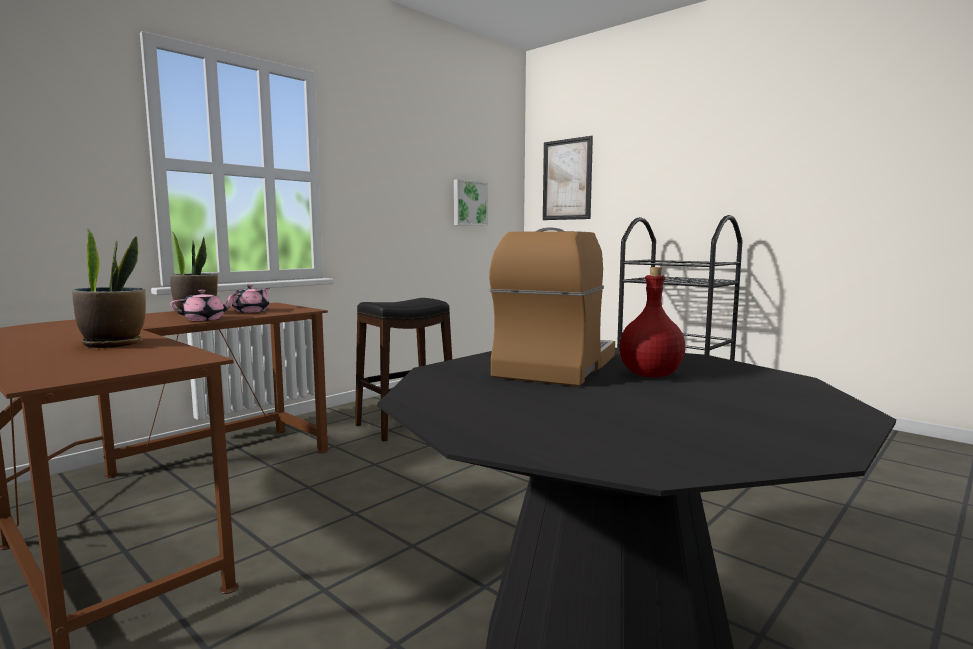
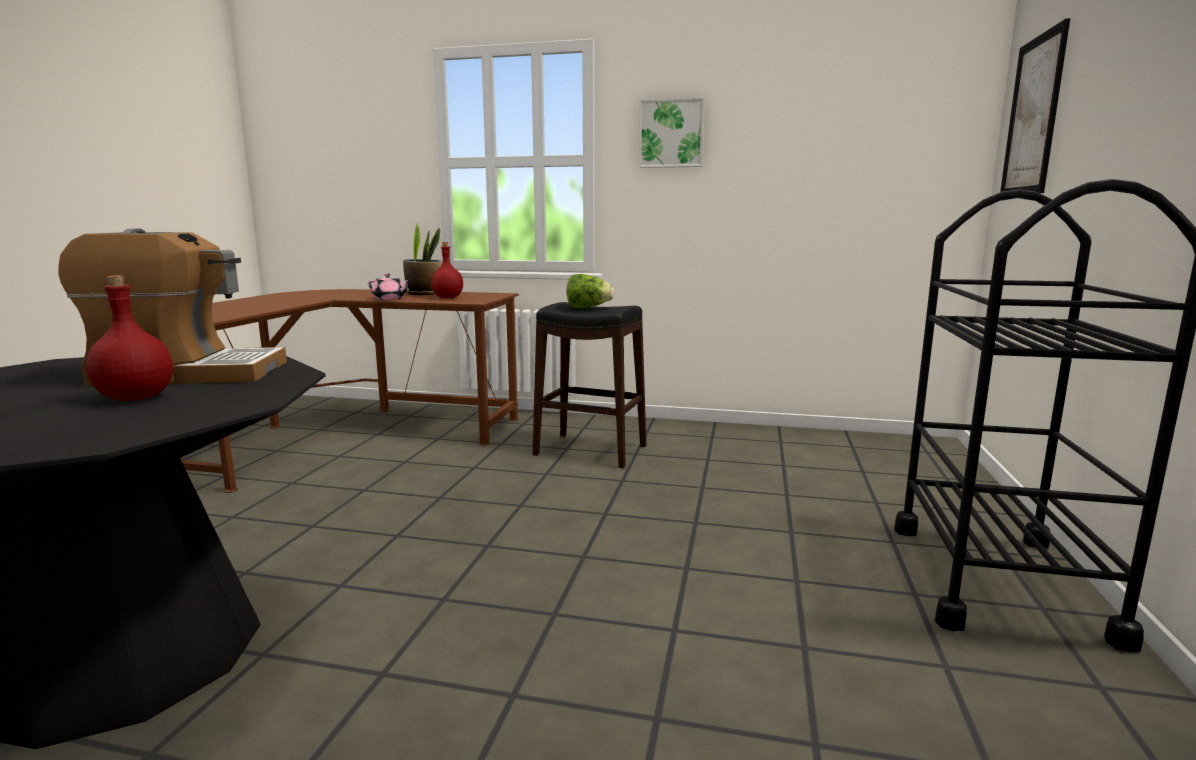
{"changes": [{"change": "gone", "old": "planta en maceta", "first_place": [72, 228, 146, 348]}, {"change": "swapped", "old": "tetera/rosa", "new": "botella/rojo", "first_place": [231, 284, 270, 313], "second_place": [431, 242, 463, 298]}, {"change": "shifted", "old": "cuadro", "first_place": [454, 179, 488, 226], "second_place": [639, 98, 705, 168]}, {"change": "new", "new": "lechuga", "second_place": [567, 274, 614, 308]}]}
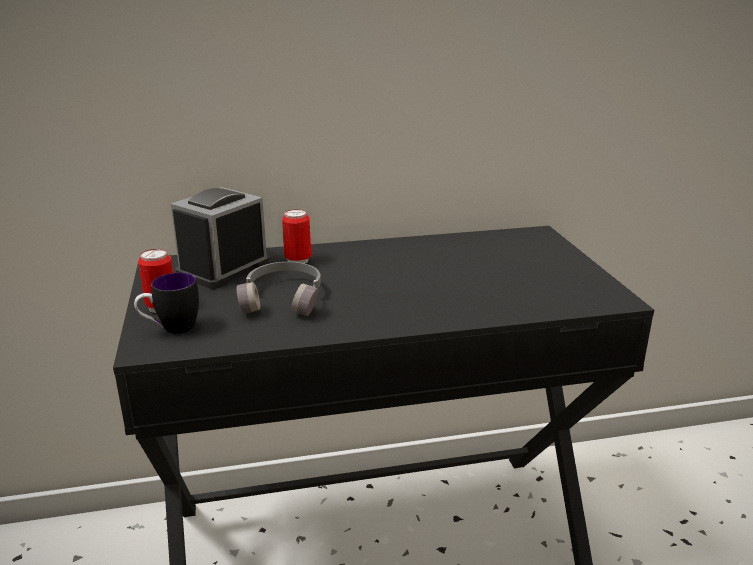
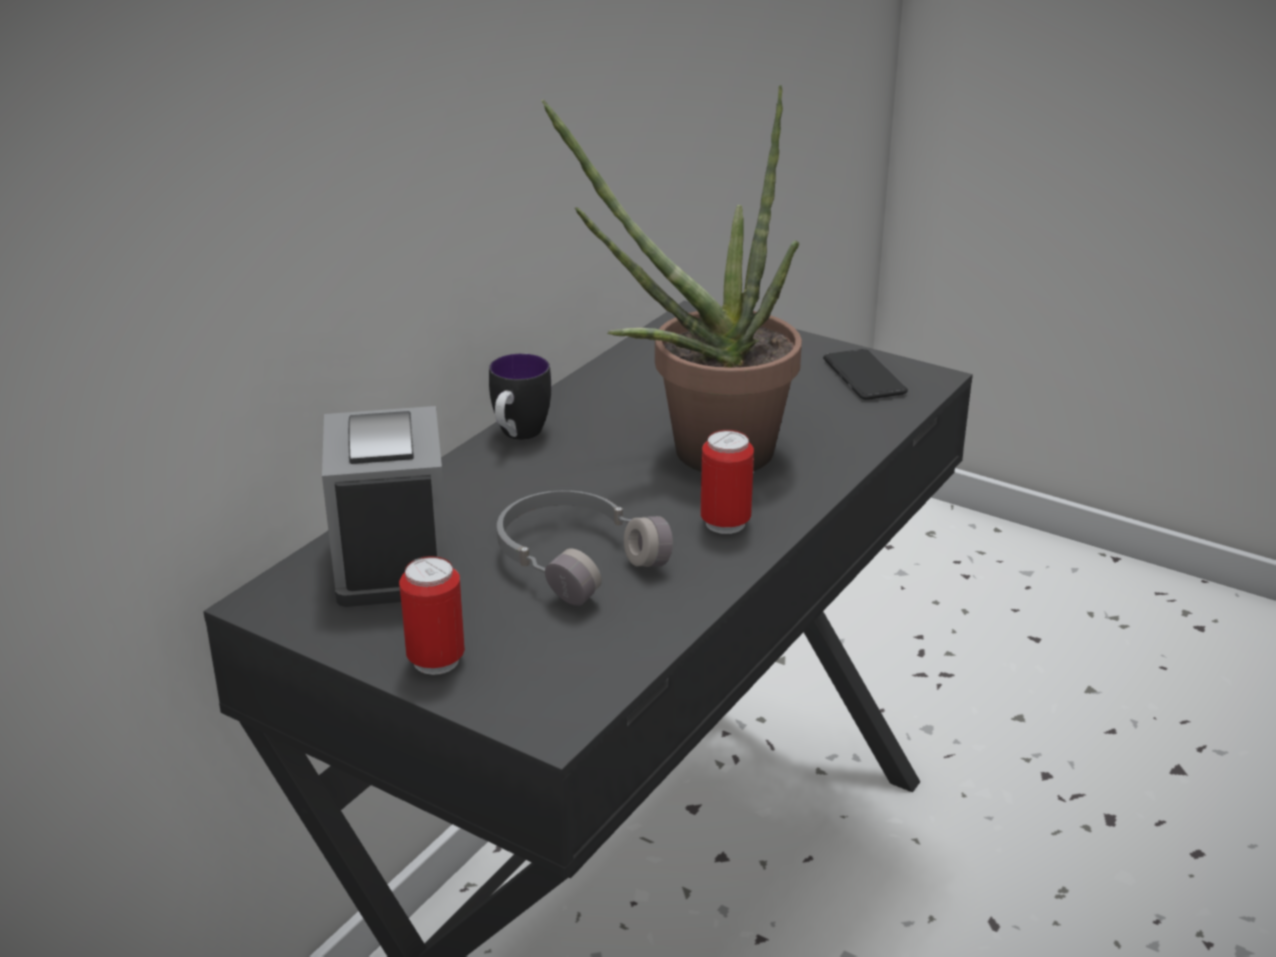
{"changes": [{"change": "shifted", "old": "taza grande", "first_place": [134, 273, 199, 334], "second_place": [489, 354, 551, 440]}, {"change": "shifted", "old": "lata", "first_place": [282, 209, 311, 263], "second_place": [700, 430, 754, 534]}, {"change": "new", "new": "planta en maceta", "second_place": [541, 85, 802, 472]}, {"change": "new", "new": "móvil", "second_place": [823, 349, 908, 400]}]}
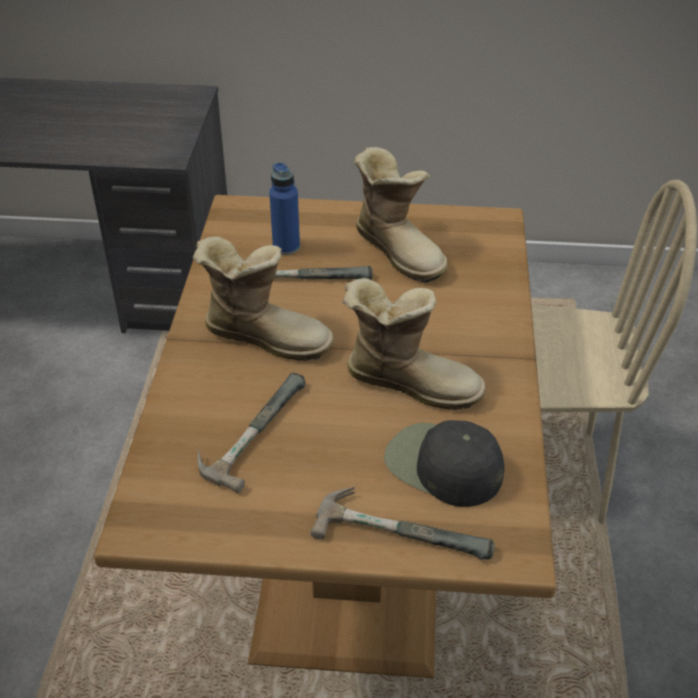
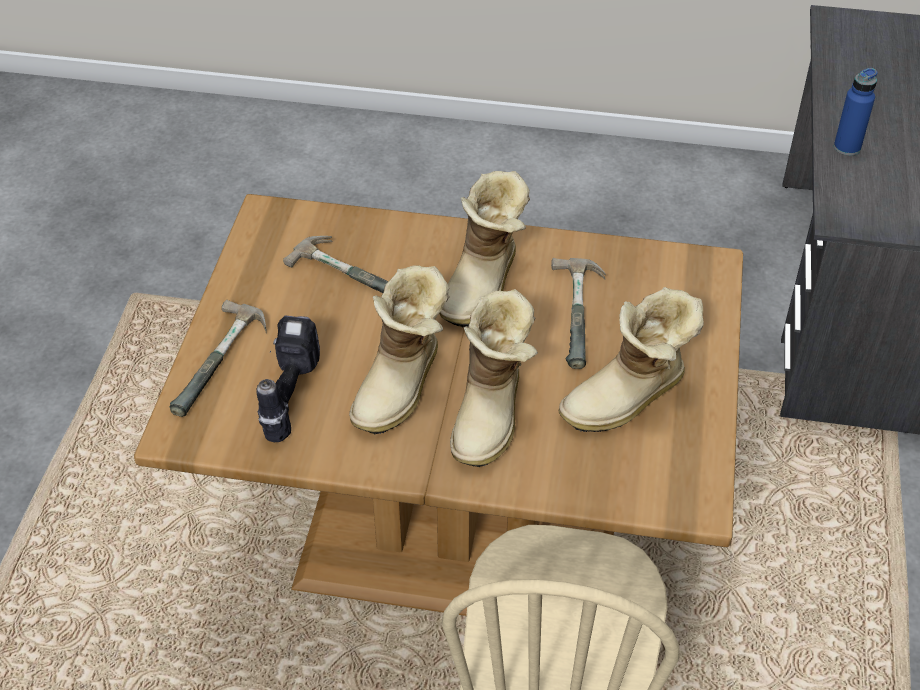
{"changes": [{"change": "shifted", "old": "botella/azul", "first_place": [269, 162, 300, 255], "second_place": [834, 68, 878, 156]}, {"change": "swapped", "old": "gorra/negro", "new": "taladro", "first_place": [384, 420, 505, 507], "second_place": [256, 315, 320, 442]}, {"change": "new", "new": "bota", "second_place": [450, 289, 538, 467]}]}
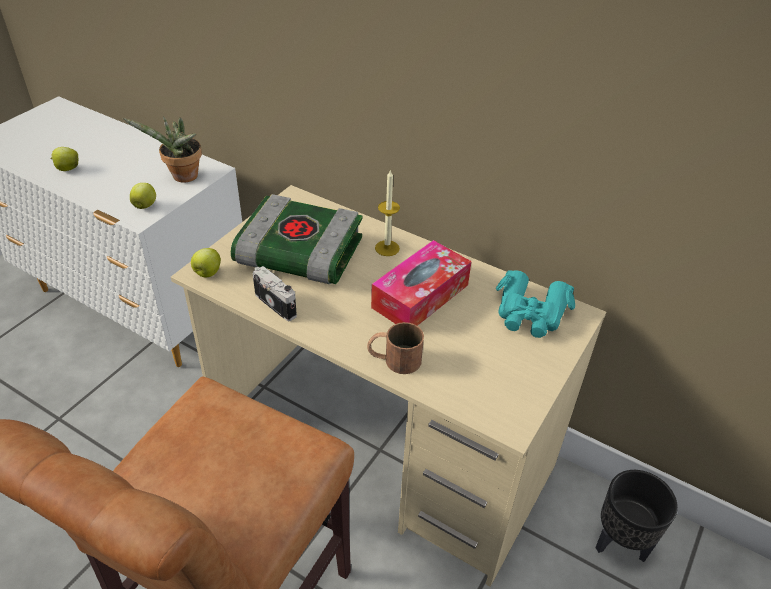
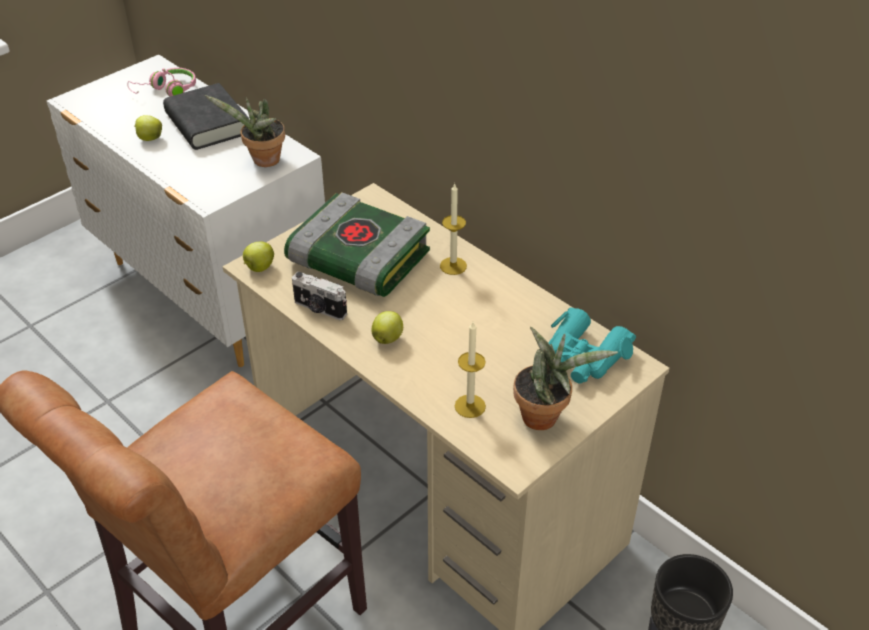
{"changes": [{"change": "shifted", "old": "manzana", "first_place": [130, 183, 156, 209], "second_place": [371, 311, 403, 344]}, {"change": "rotated", "old": "cámara", "first_place": [253, 266, 297, 321], "second_place": [292, 272, 347, 320], "degrees": 150}, {"change": "gone", "old": "taza grande/marrón", "first_place": [367, 322, 424, 374]}, {"change": "gone", "old": "caja de pañuelos", "first_place": [371, 240, 472, 326]}, {"change": "new", "new": "auriculares/rosa", "second_place": [127, 68, 196, 96]}, {"change": "new", "new": "libro/negro", "second_place": [163, 83, 249, 150]}, {"change": "new", "new": "vela", "second_place": [455, 322, 486, 418]}, {"change": "new", "new": "planta en maceta", "second_place": [513, 326, 618, 430]}]}
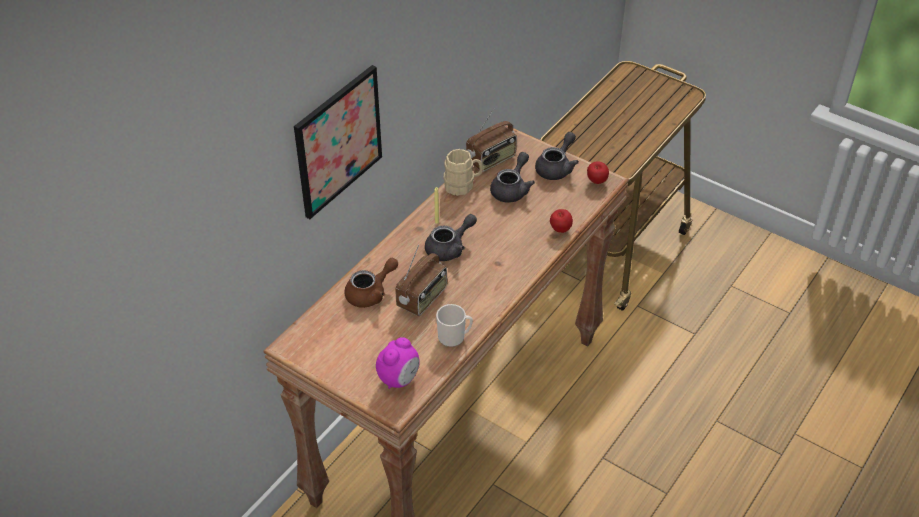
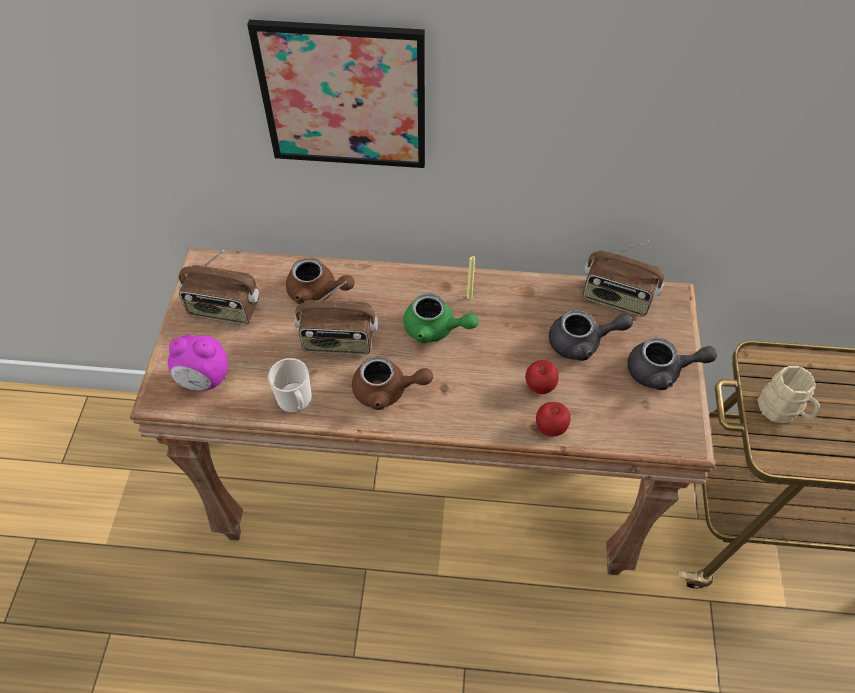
{"changes": [{"change": "repainted", "old": "tetera/gris", "new": "tetera/verde", "first_place": [425, 214, 477, 261], "second_place": [404, 294, 479, 343]}, {"change": "shifted", "old": "taza grande/beis", "first_place": [443, 149, 483, 196], "second_place": [757, 366, 820, 423]}, {"change": "shifted", "old": "manzana", "first_place": [587, 161, 609, 184], "second_place": [525, 360, 559, 394]}, {"change": "new", "new": "radio", "second_place": [178, 250, 259, 325]}, {"change": "new", "new": "tetera/marrón", "second_place": [352, 356, 433, 410]}]}
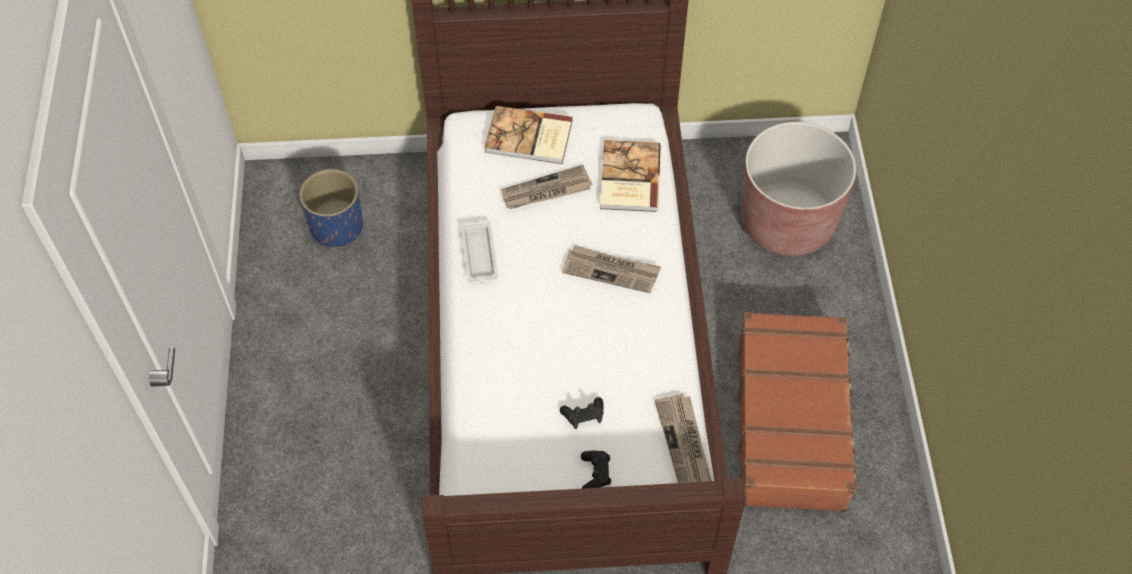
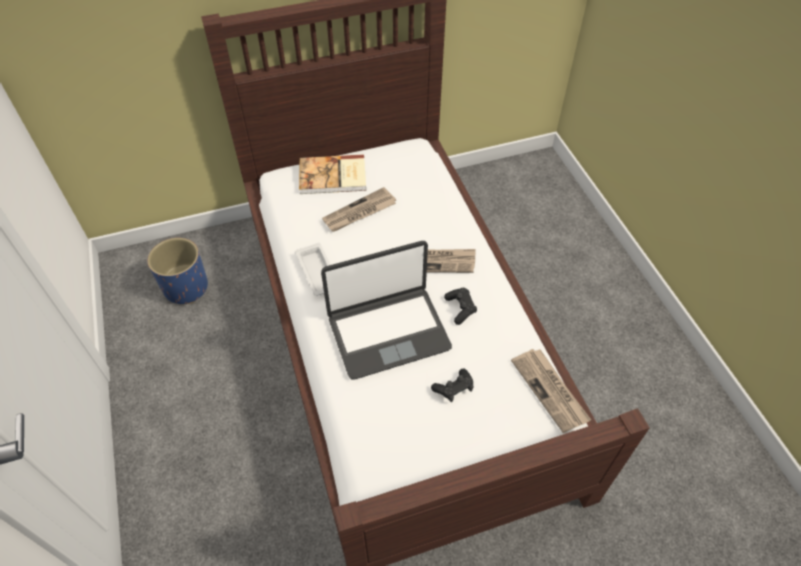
{"changes": [{"change": "shifted", "old": "mando de consola/negro", "first_place": [581, 450, 611, 489], "second_place": [444, 288, 477, 325]}, {"change": "gone", "old": "libro", "first_place": [600, 140, 661, 212]}, {"change": "gone", "old": "maleta/marrón", "first_place": [738, 312, 857, 512]}, {"change": "gone", "old": "maceta/marrón", "first_place": [741, 122, 856, 256]}, {"change": "new", "new": "portátil", "second_place": [321, 241, 452, 380]}]}
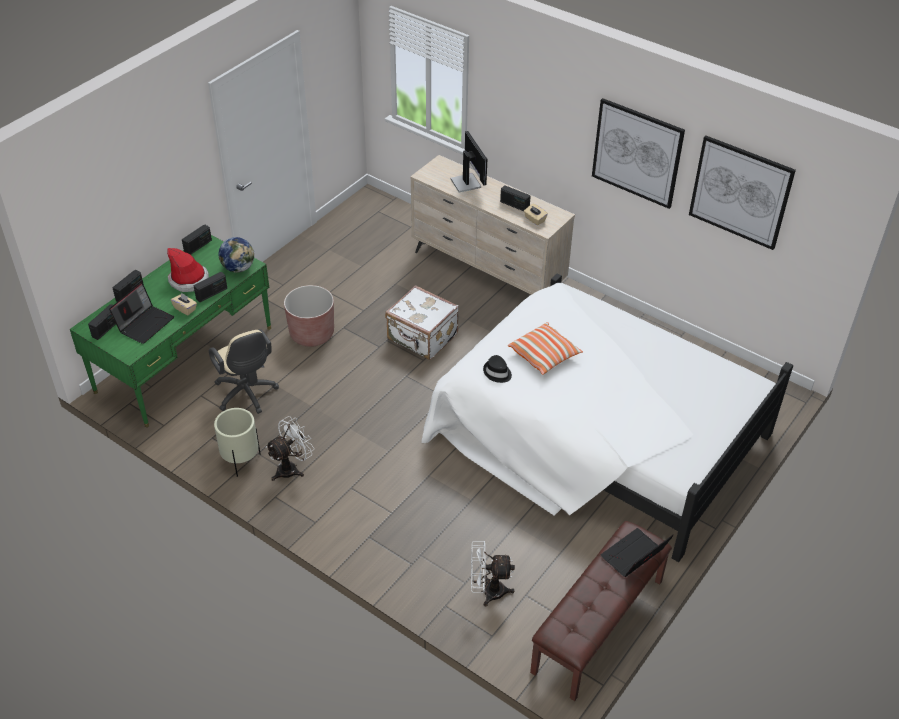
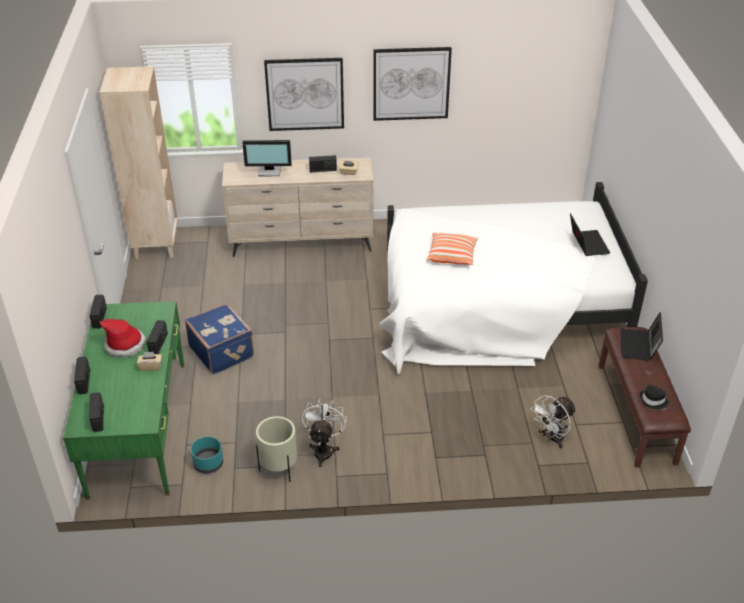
{"changes": [{"change": "shifted", "old": "portátil", "first_place": [109, 283, 174, 344], "second_place": [570, 213, 610, 256]}, {"change": "gone", "old": "silla de oficina/beis", "first_place": [209, 329, 279, 414]}, {"change": "gone", "old": "globo terráqueo", "first_place": [218, 237, 254, 273]}, {"change": "swapped", "old": "maceta/marrón", "new": "maleta/azul", "first_place": [284, 285, 334, 347], "second_place": [185, 303, 254, 375]}, {"change": "gone", "old": "maleta/blanco", "first_place": [385, 285, 459, 360]}, {"change": "rotated", "old": "monitor", "first_place": [450, 131, 487, 192], "second_place": [242, 140, 292, 177], "degrees": 150}, {"change": "shifted", "old": "sombrero/negro", "first_place": [483, 355, 512, 383], "second_place": [640, 385, 669, 409]}, {"change": "shifted", "old": "cuadro", "first_place": [689, 135, 796, 250], "second_place": [264, 58, 344, 131]}, {"change": "new", "new": "estantería/beis", "second_place": [99, 66, 178, 259]}, {"change": "new", "new": "maceta/turquesa", "second_place": [191, 437, 223, 474]}]}
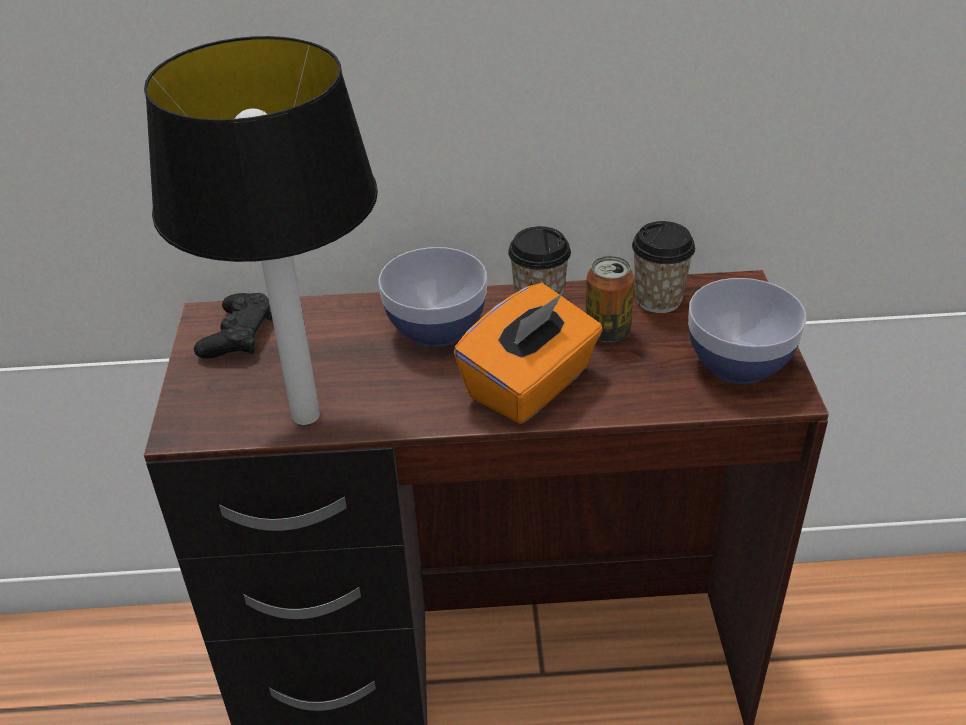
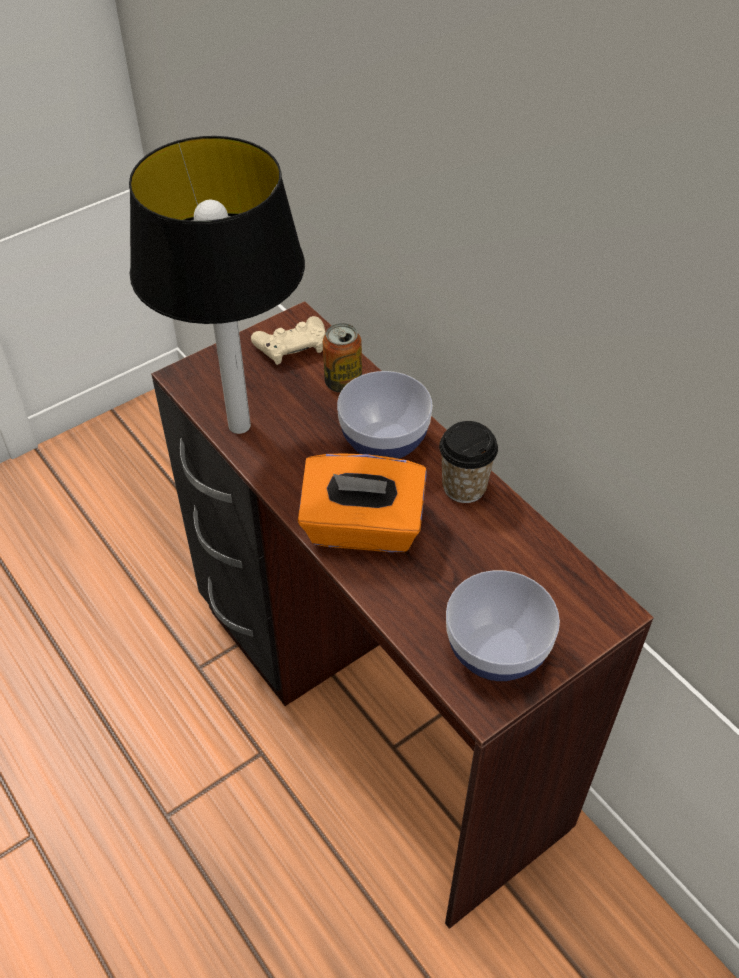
{"changes": [{"change": "repainted", "old": "mando de consola/negro", "new": "mando de consola/beis", "first_place": [194, 293, 273, 358], "second_place": [251, 316, 326, 365]}, {"change": "shifted", "old": "lata", "first_place": [586, 256, 634, 342], "second_place": [323, 323, 362, 393]}, {"change": "gone", "old": "taza", "first_place": [632, 221, 695, 313]}]}
